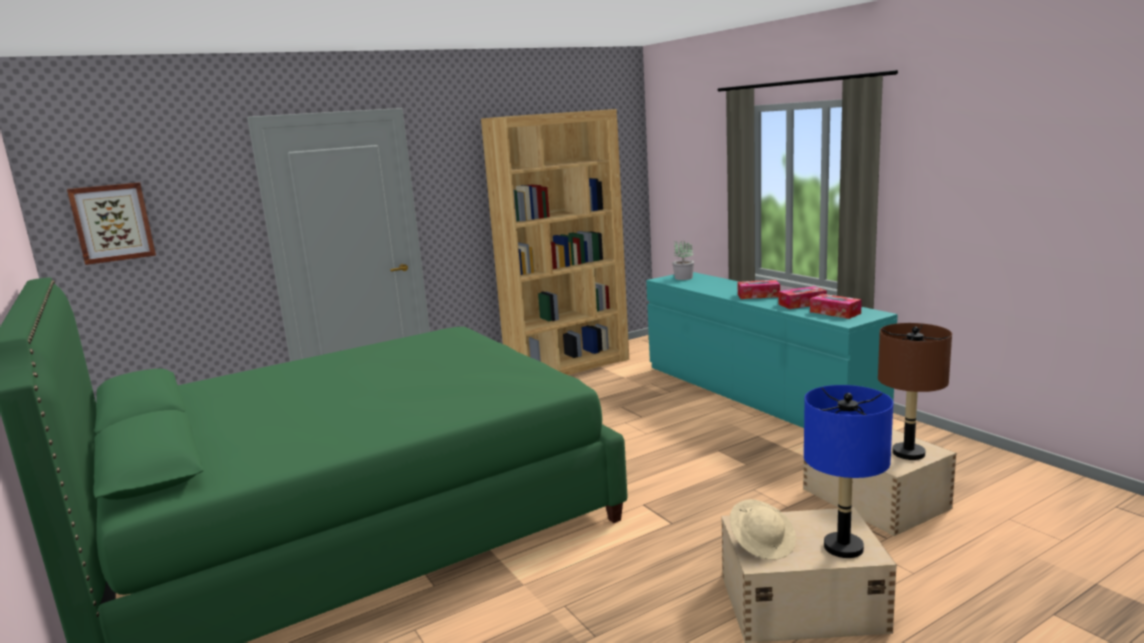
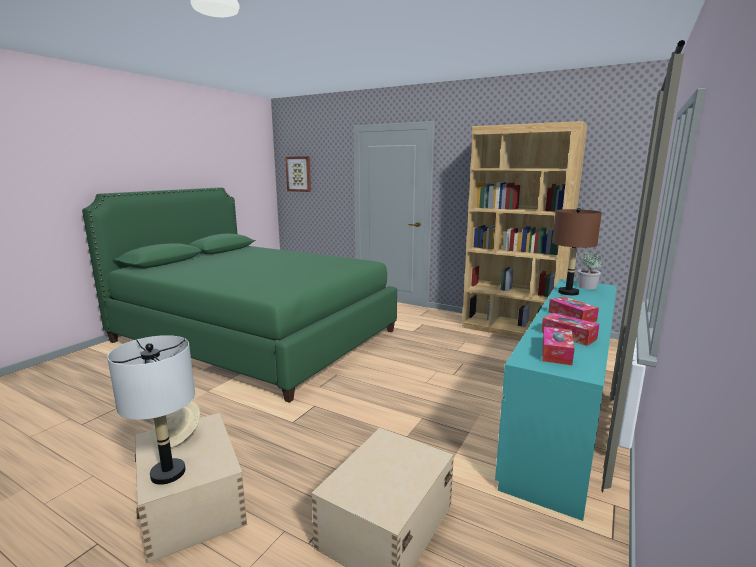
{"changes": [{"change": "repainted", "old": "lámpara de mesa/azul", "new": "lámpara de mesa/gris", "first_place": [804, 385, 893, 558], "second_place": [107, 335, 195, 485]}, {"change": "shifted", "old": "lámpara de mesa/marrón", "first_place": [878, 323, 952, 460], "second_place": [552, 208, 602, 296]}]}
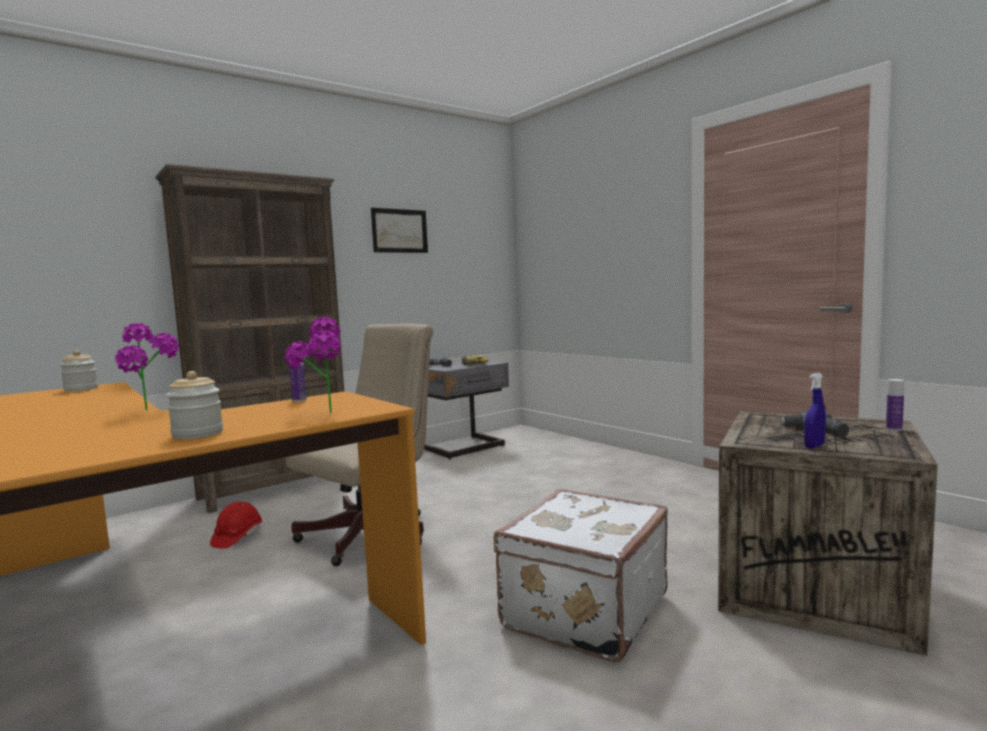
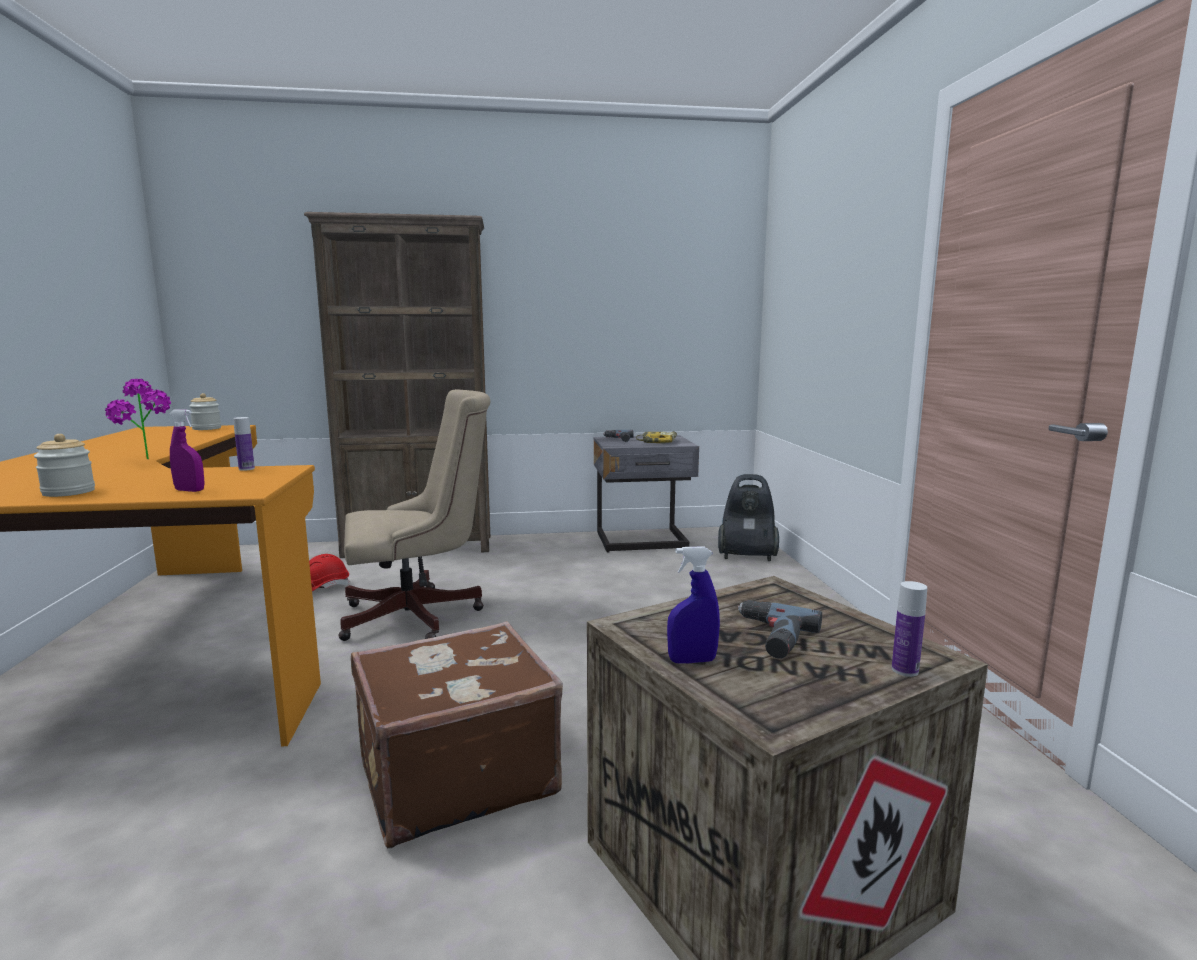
{"changes": [{"change": "swapped", "old": "planta en maceta", "new": "pulverizador/morado", "first_place": [285, 317, 341, 413], "second_place": [169, 409, 204, 492]}, {"change": "gone", "old": "cuadro", "first_place": [371, 208, 428, 253]}, {"change": "repainted", "old": "maleta/blanco", "new": "maleta/marrón", "first_place": [494, 488, 668, 662], "second_place": [351, 621, 563, 848]}, {"change": "new", "new": "aspiradora", "second_place": [718, 474, 779, 561]}]}
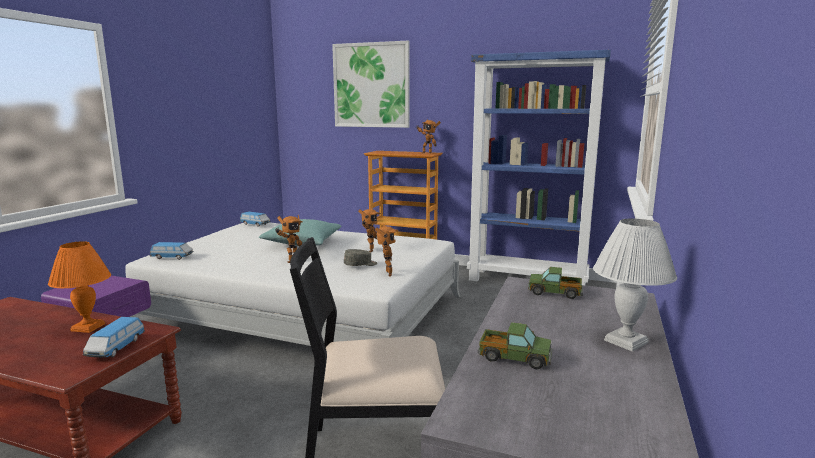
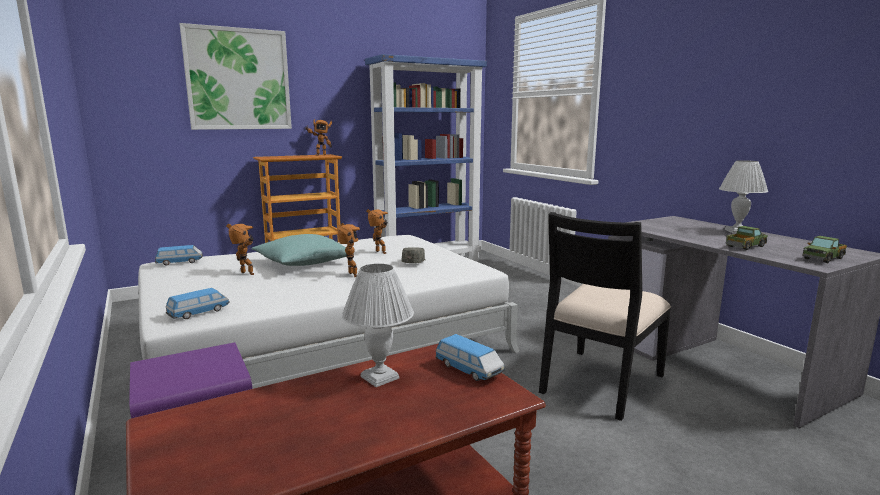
{"changes": [{"change": "repainted", "old": "lámpara de mesa/naranja", "new": "lámpara de mesa/blanco", "first_place": [48, 241, 111, 333], "second_place": [342, 264, 414, 387]}, {"change": "shifted", "old": "robot de juguete", "first_place": [375, 224, 398, 276], "second_place": [226, 224, 254, 275]}, {"change": "shifted", "old": "camión de juguete", "first_place": [528, 267, 583, 299], "second_place": [802, 236, 847, 263]}]}
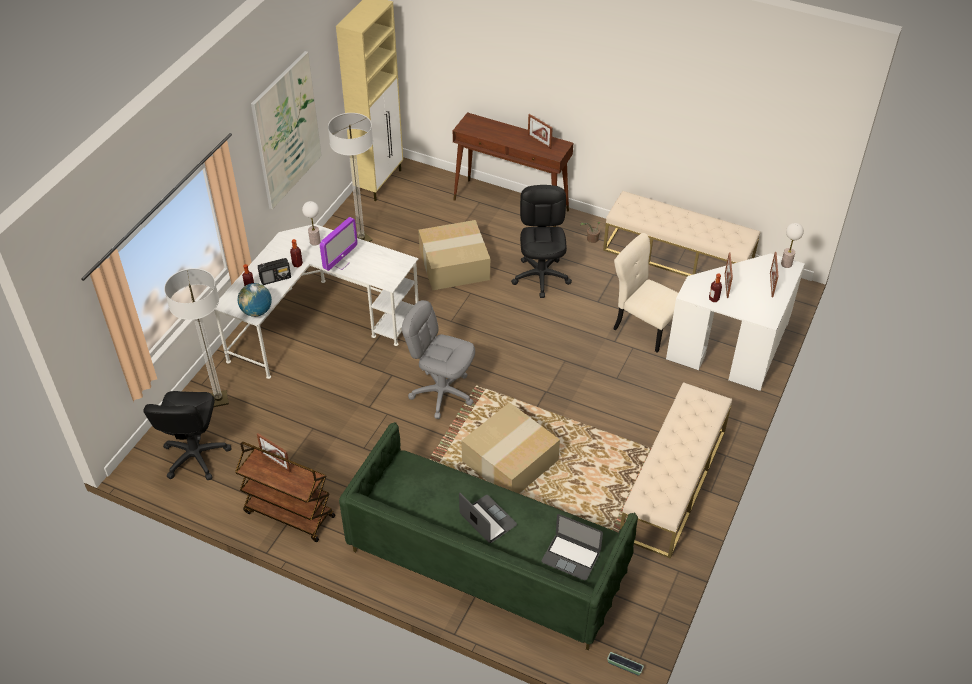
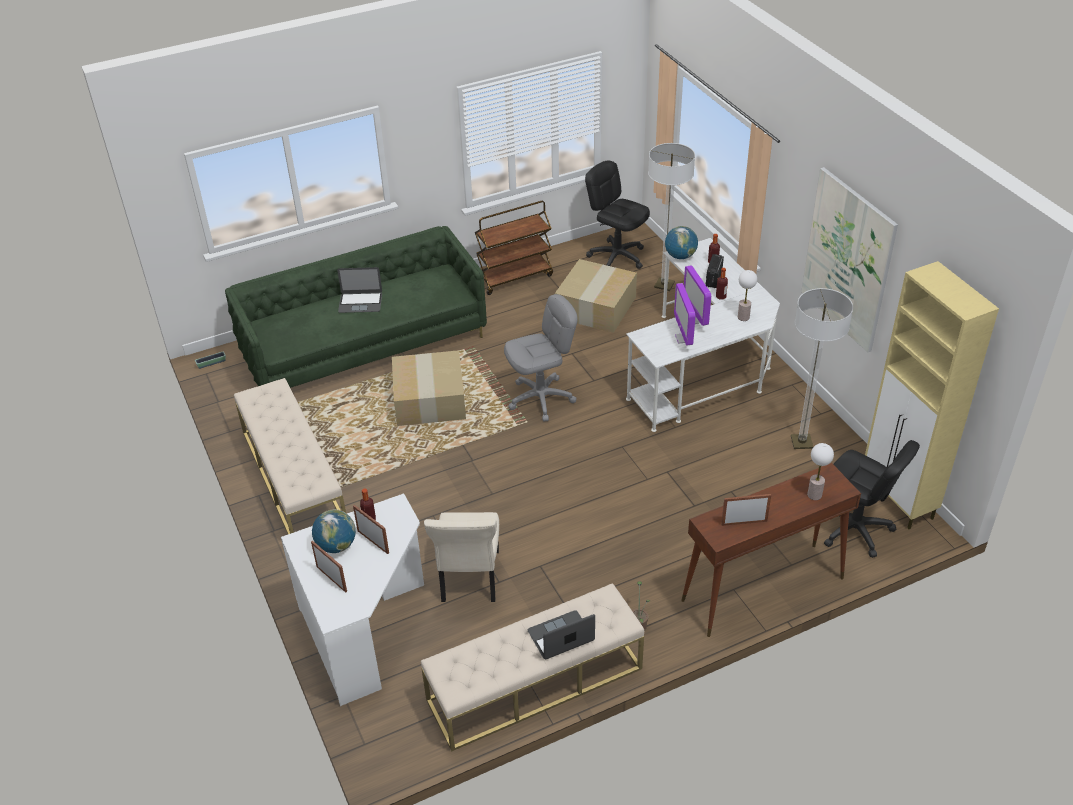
{"changes": [{"change": "gone", "old": "portarretratos", "first_place": [257, 433, 291, 472]}, {"change": "shifted", "old": "caja de cartón", "first_place": [418, 220, 490, 290], "second_place": [555, 259, 637, 333]}, {"change": "shifted", "old": "silla de oficina/negro", "first_place": [511, 185, 572, 298], "second_place": [824, 440, 920, 558]}, {"change": "shifted", "old": "portátil", "first_place": [542, 514, 603, 580], "second_place": [528, 610, 595, 659]}, {"change": "rotated", "old": "silla/beis", "first_place": [613, 233, 678, 353], "second_place": [424, 512, 499, 602], "degrees": 105}, {"change": "shifted", "old": "lámpara de mesa", "first_place": [781, 223, 804, 268], "second_place": [807, 443, 834, 500]}, {"change": "new", "new": "globo terráqueo", "second_place": [312, 509, 356, 553]}, {"change": "new", "new": "monitor", "second_place": [674, 283, 695, 345]}]}
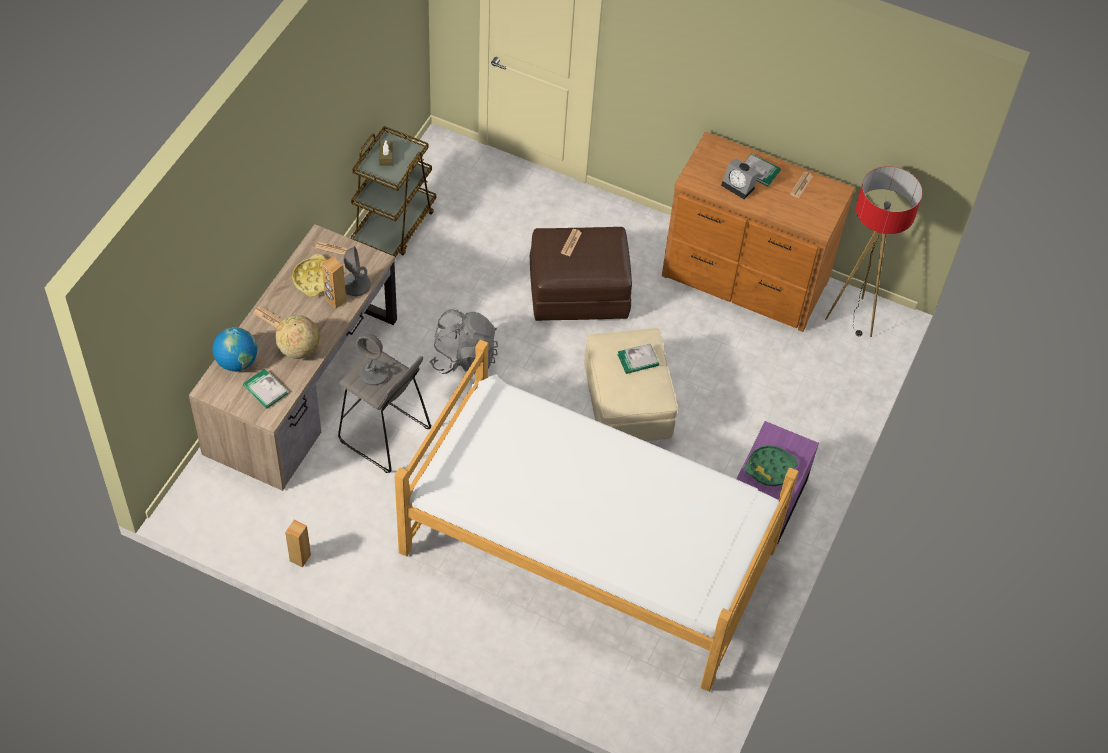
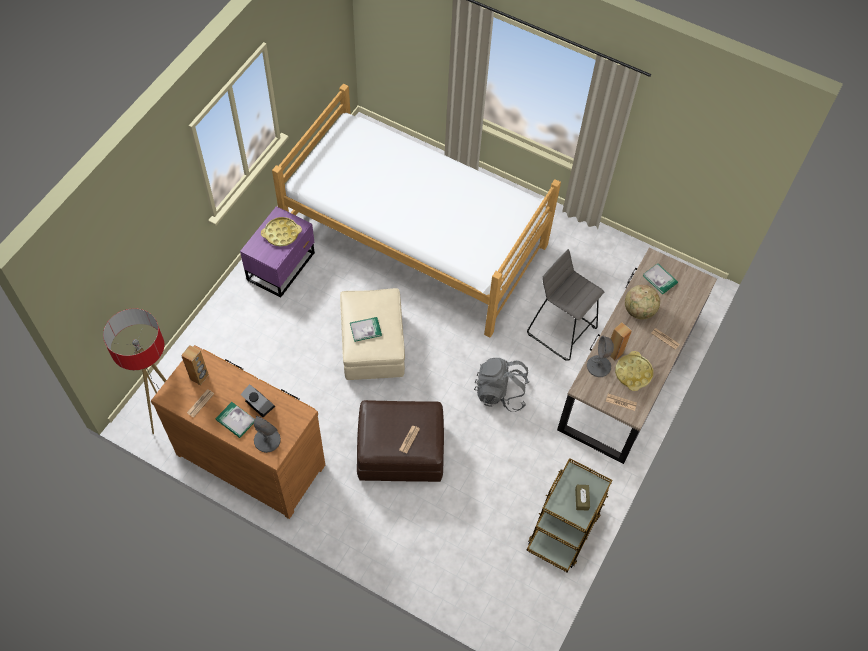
{"changes": [{"change": "gone", "old": "globo terráqueo", "first_place": [213, 327, 257, 371]}, {"change": "shifted", "old": "altavoz/marrón", "first_place": [285, 520, 311, 567], "second_place": [181, 345, 209, 385]}, {"change": "shifted", "old": "lámpara de mesa/gris", "first_place": [356, 334, 389, 385], "second_place": [254, 416, 281, 453]}, {"change": "repainted", "old": "bandeja/verde", "new": "bandeja/amarillo", "first_place": [744, 445, 798, 486], "second_place": [261, 217, 302, 246]}]}
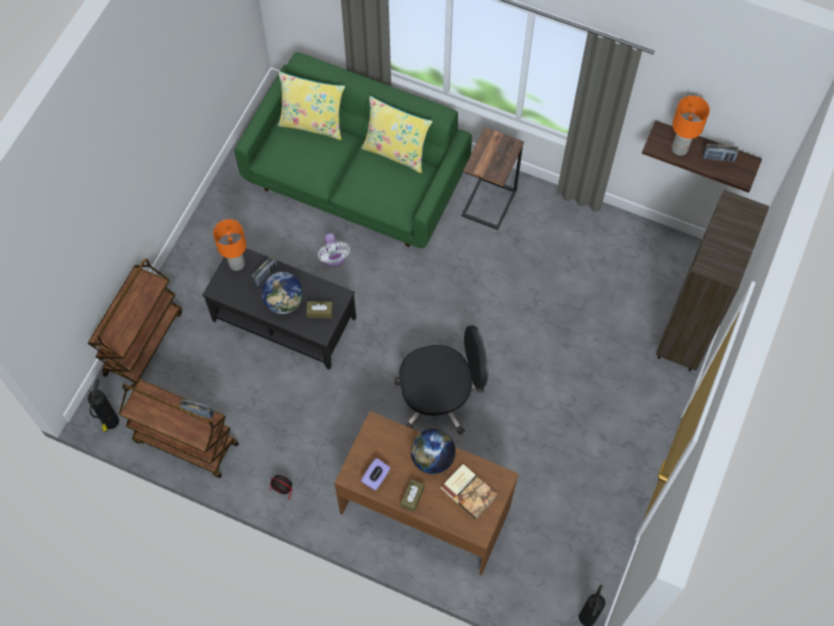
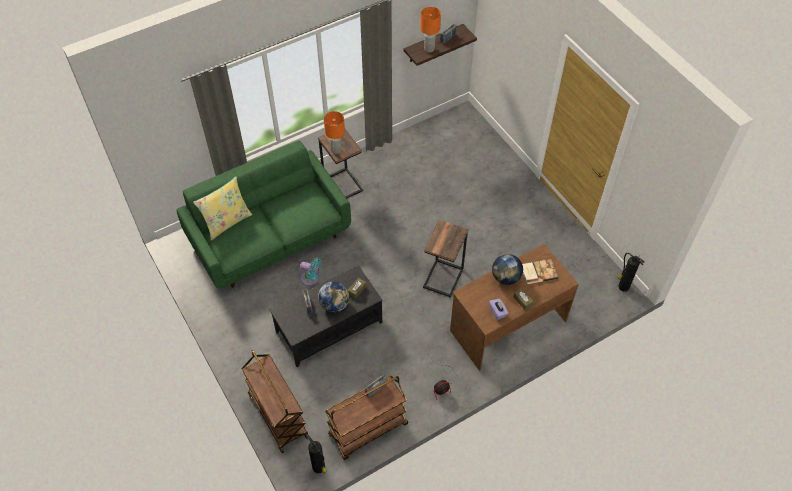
{"changes": [{"change": "shifted", "old": "lámpara de mesa/naranja", "first_place": [213, 219, 246, 271], "second_place": [324, 111, 345, 154]}, {"change": "repainted", "old": "ventilador/blanco", "new": "ventilador/turquesa", "first_place": [318, 233, 350, 267], "second_place": [300, 257, 322, 286]}, {"change": "gone", "old": "cojín/amarillo", "first_place": [361, 96, 433, 173]}, {"change": "swapped", "old": "silla de oficina/negro", "new": "mesa auxiliar", "first_place": [394, 325, 488, 435], "second_place": [423, 220, 468, 298]}, {"change": "gone", "old": "estantería/marrón", "first_place": [656, 190, 769, 371]}]}
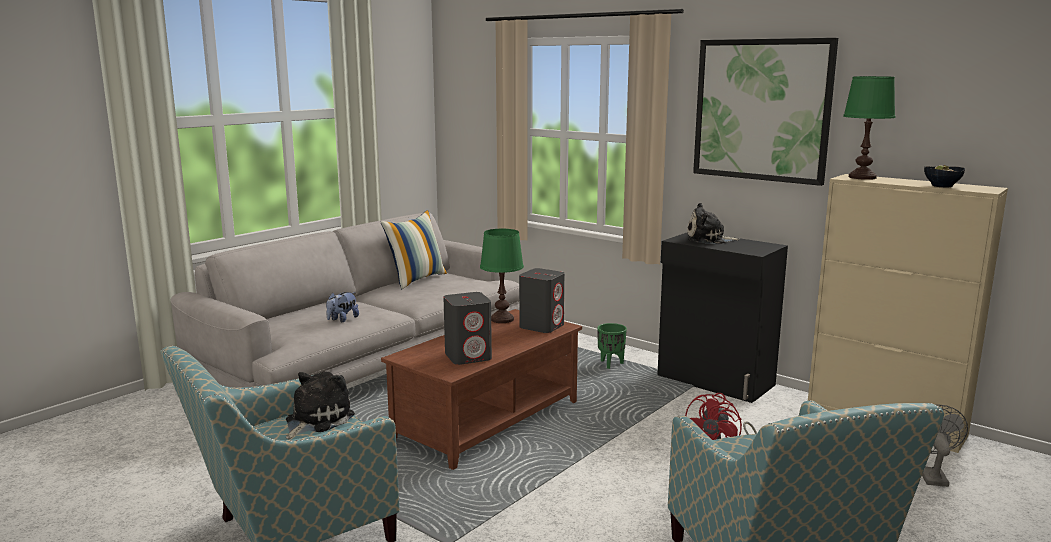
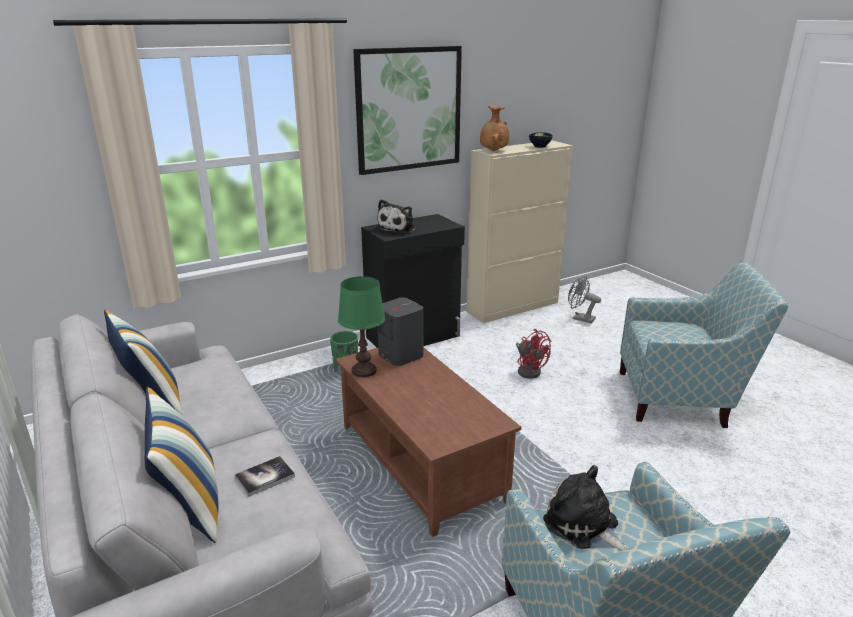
{"changes": [{"change": "swapped", "old": "peluche", "new": "libro", "first_place": [326, 292, 359, 322], "second_place": [235, 456, 295, 497]}, {"change": "gone", "old": "altavoz/gris", "first_place": [443, 292, 492, 365]}, {"change": "swapped", "old": "lámpara de mesa/verde", "new": "florero/marrón", "first_place": [843, 76, 896, 180], "second_place": [480, 106, 509, 151]}, {"change": "new", "new": "cojín", "second_place": [145, 387, 219, 543]}]}
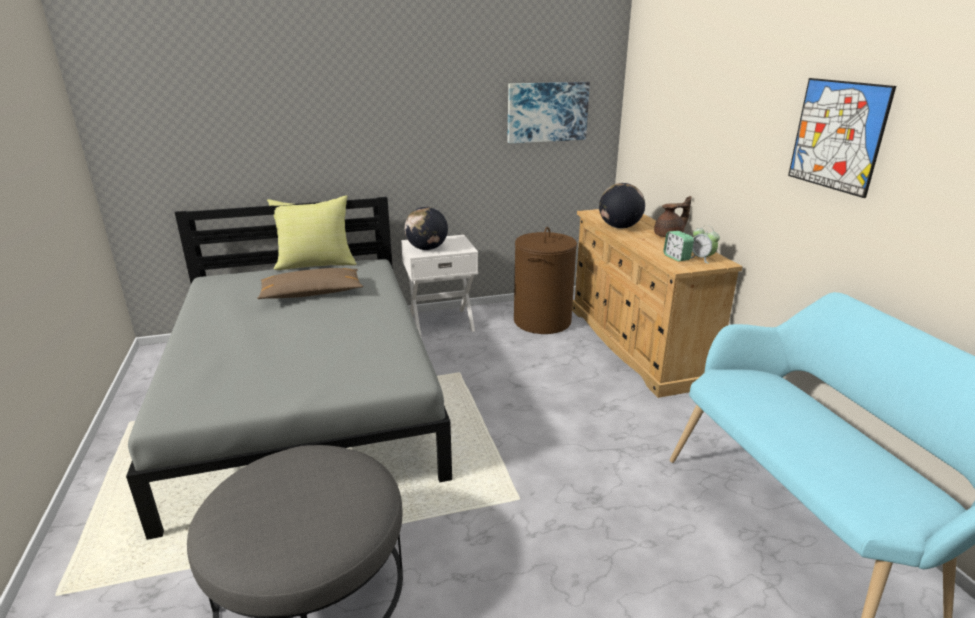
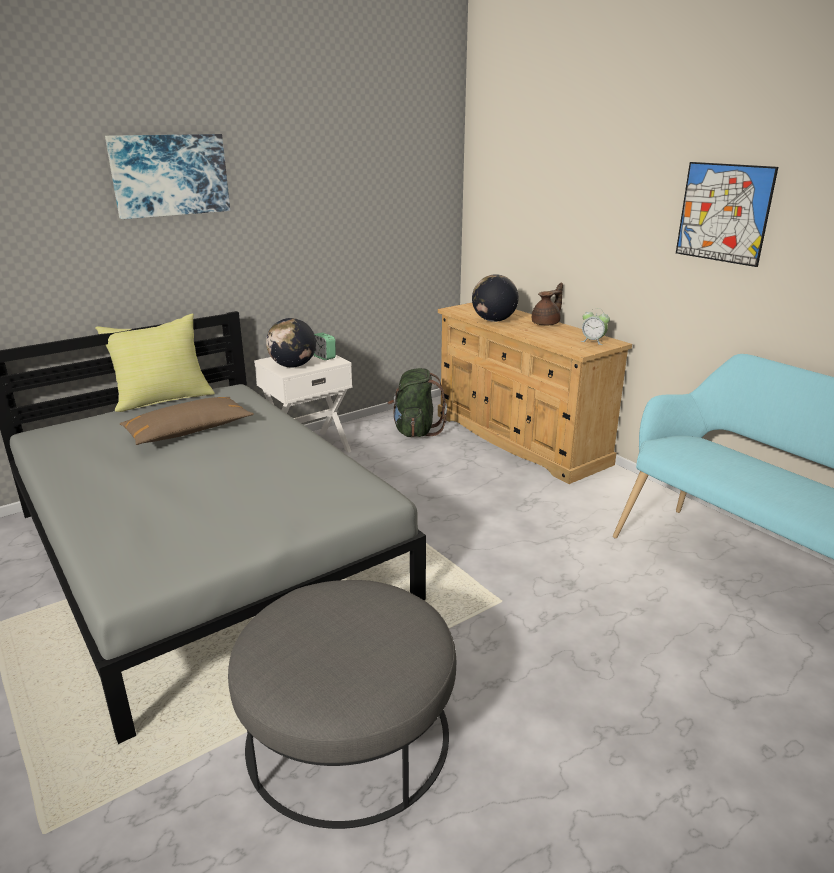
{"changes": [{"change": "shifted", "old": "cuadro", "first_place": [508, 82, 590, 144], "second_place": [105, 134, 230, 219]}, {"change": "swapped", "old": "cesto de la ropa/marrón", "new": "mochila/verde", "first_place": [514, 227, 577, 334], "second_place": [388, 368, 447, 437]}, {"change": "shifted", "old": "despertador", "first_place": [663, 231, 694, 262], "second_place": [313, 333, 336, 360]}]}
